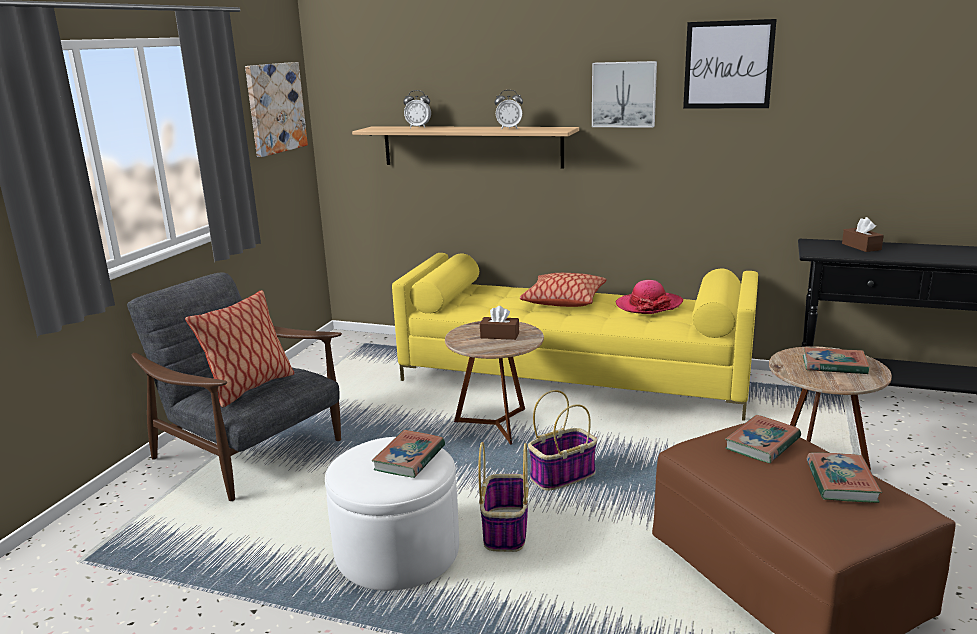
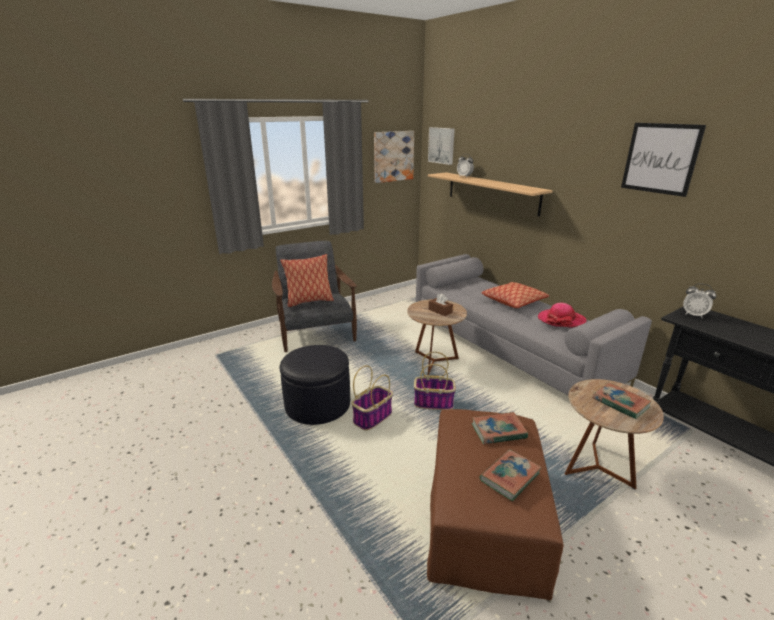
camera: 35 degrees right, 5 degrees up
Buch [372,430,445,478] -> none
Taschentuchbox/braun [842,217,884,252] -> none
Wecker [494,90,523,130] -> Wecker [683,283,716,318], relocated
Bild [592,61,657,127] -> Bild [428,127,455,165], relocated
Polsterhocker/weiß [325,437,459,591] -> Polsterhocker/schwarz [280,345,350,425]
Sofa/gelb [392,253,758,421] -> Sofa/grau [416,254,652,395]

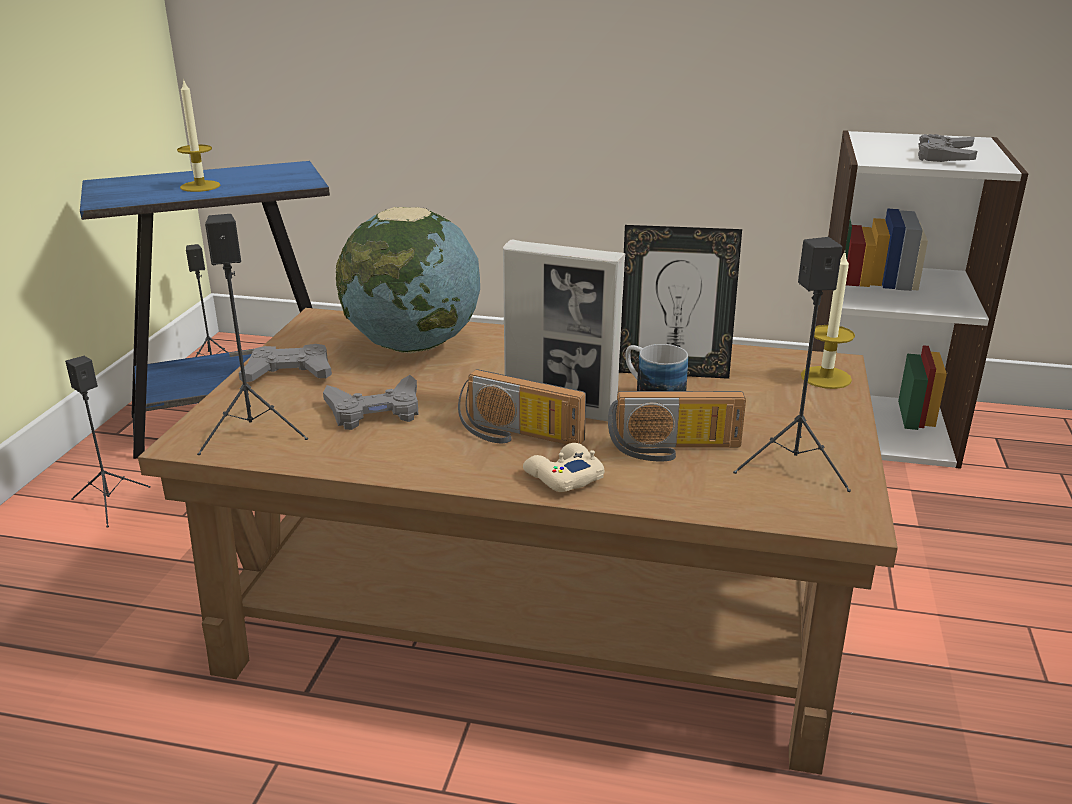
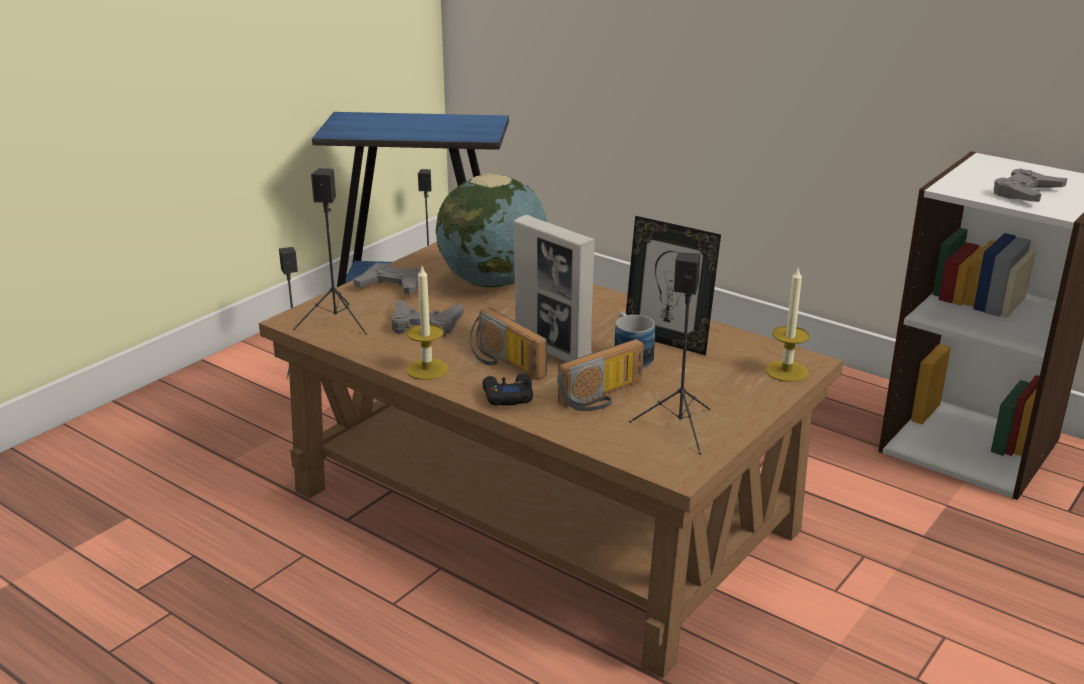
camera: 25 degrees right, 0 degrees up
Kerze [177,78,220,192] -> Kerze [406,266,448,380], relocated
Gamepad/beige [523,443,604,492] -> Gamepad/schwarz [482,374,533,406]
Radio [608,391,746,462] -> Radio [557,339,644,411], 60 degrees counterclockwise

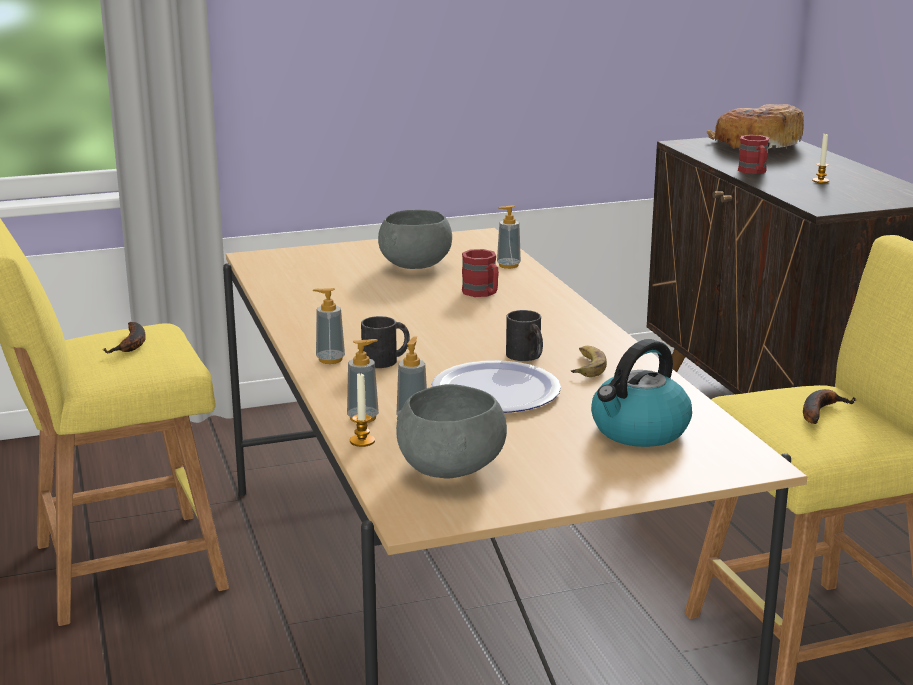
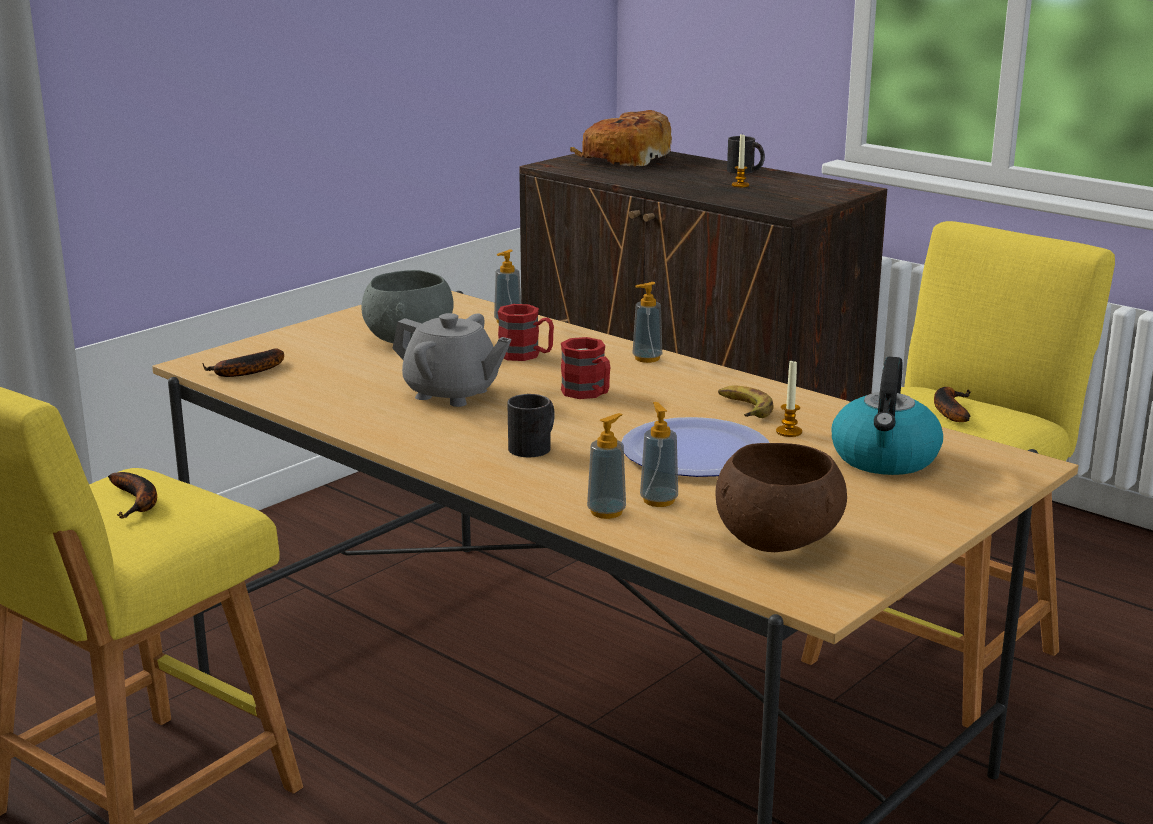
camera: 30 degrees left, 0 degrees up
none -> Banane [202,348,284,377]
none -> Teekanne/grau [392,313,511,407]
Seifenspender [313,288,345,364] -> Seifenspender [633,282,662,363], relocated
Kerze [350,372,375,447] -> Kerze [776,359,802,437], relocated
Henkelbecher/schwarz [506,310,543,361] -> Henkelbecher/schwarz [727,136,765,174], relocated
Henkelbecher/rot [738,135,769,174] -> Henkelbecher/rot [561,337,610,399], relocated
Schüssel/grau [396,384,507,478] -> Schüssel/braun [715,443,847,552]

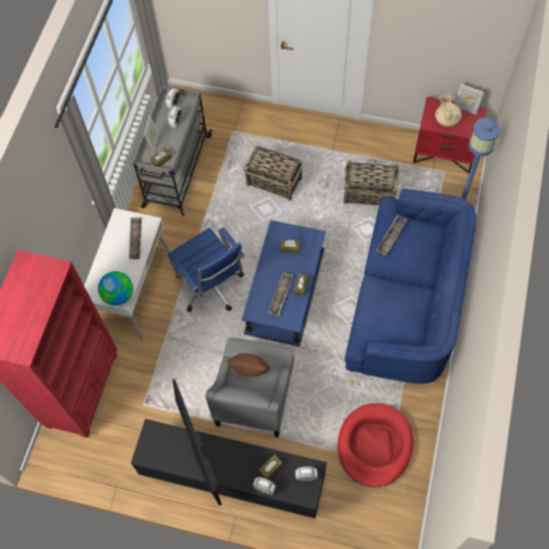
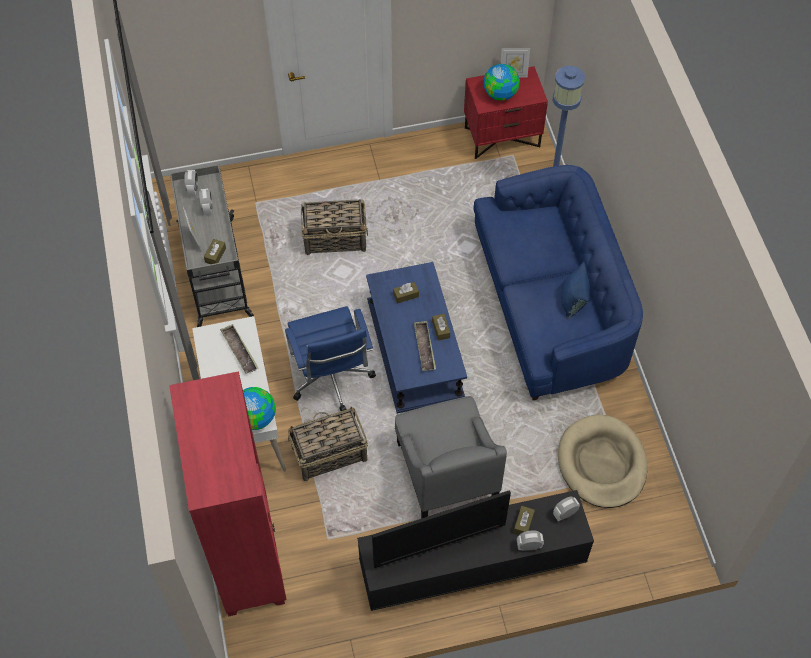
camera: 30 degrees left, 5 degrees down
Kissen/braun [226,354,270,376] -> none
Tablett [376,215,408,255] -> none
none -> Kissen/blau [561,262,590,319]
Korb [344,159,399,206] -> Korb [288,407,368,481], relocated
Teekanne/beige [435,95,462,127] -> Globus [484,64,520,101]
Hundebett/rot [338,404,414,487] -> Hundebett/beige [558,415,648,508]
Bürostuhl/blau [168,227,245,312] -> Bürostuhl/blau [285,306,376,411], 45 degrees clockwise
Fernseher [172,379,222,506] -> Fernseher [372,490,511,568], 120 degrees clockwise

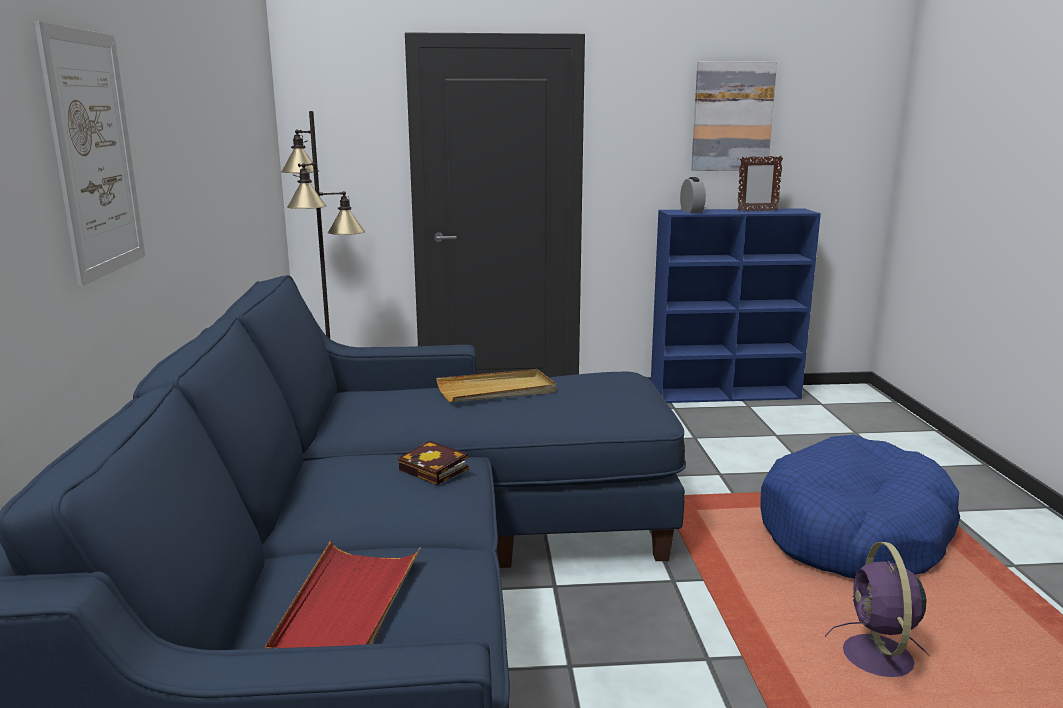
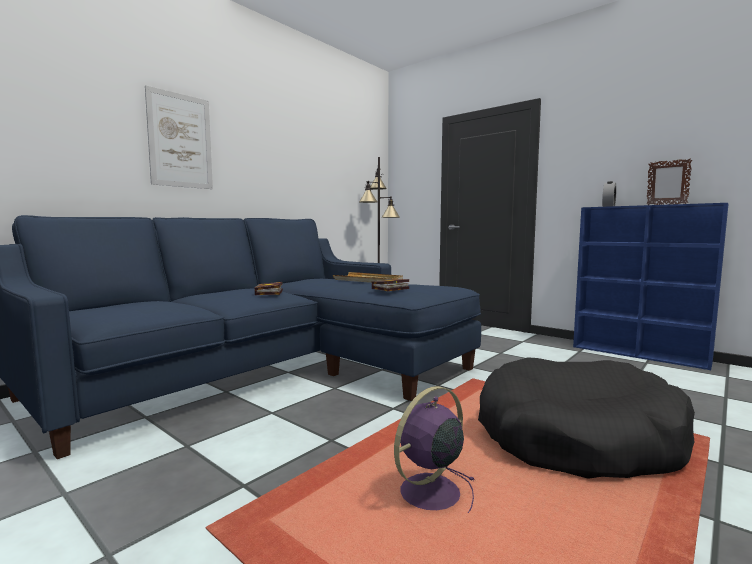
camera: 45 degrees right, 10 degrees down
Tablett/rot [265,541,421,649] -> none
Bild [691,61,777,171] -> none
none -> Buch [372,279,409,291]
Hundebett/blau [760,435,960,579] -> Hundebett/schwarz [478,357,695,479]

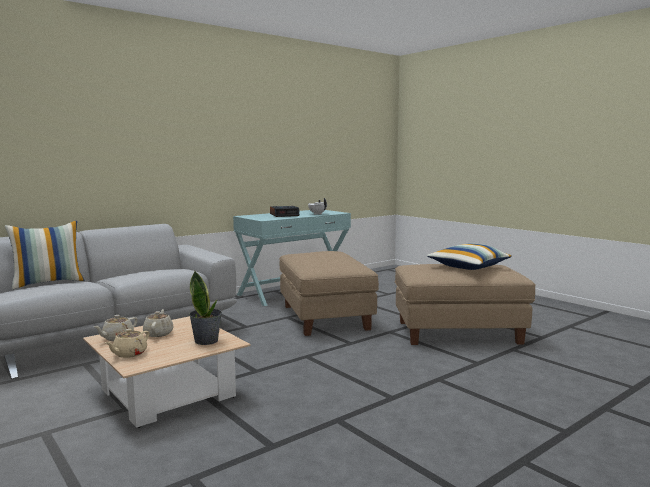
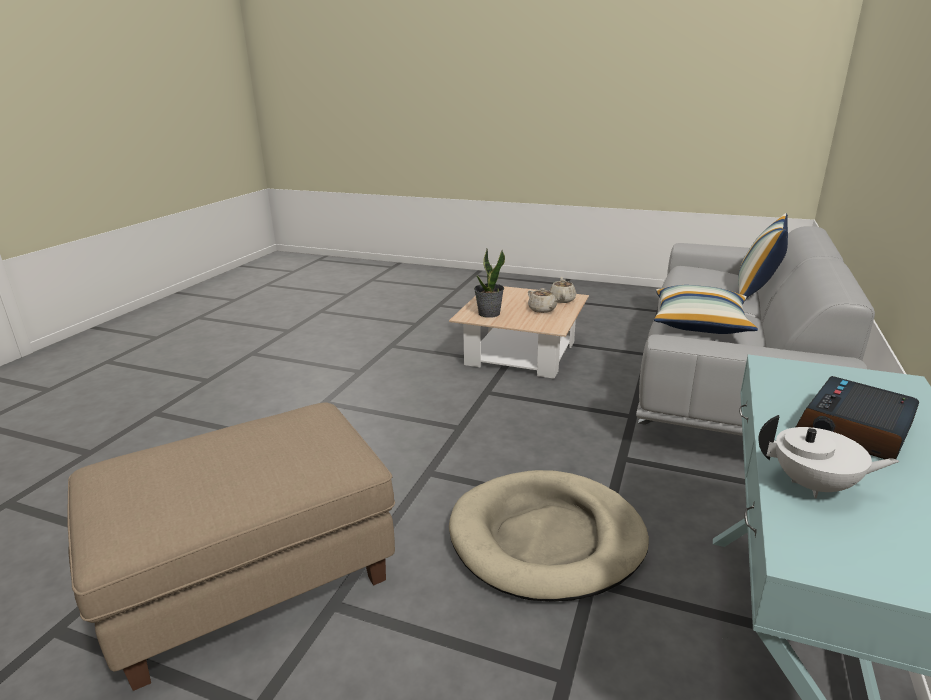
camera: 150 degrees right, 15 degrees up
Teekanne/beige [105,329,150,358] -> none
Kissen [427,243,512,270] -> Kissen [654,285,758,334], relocated
Polsterhocker/beige [279,251,379,336] -> Hundebett/beige [449,470,649,602]

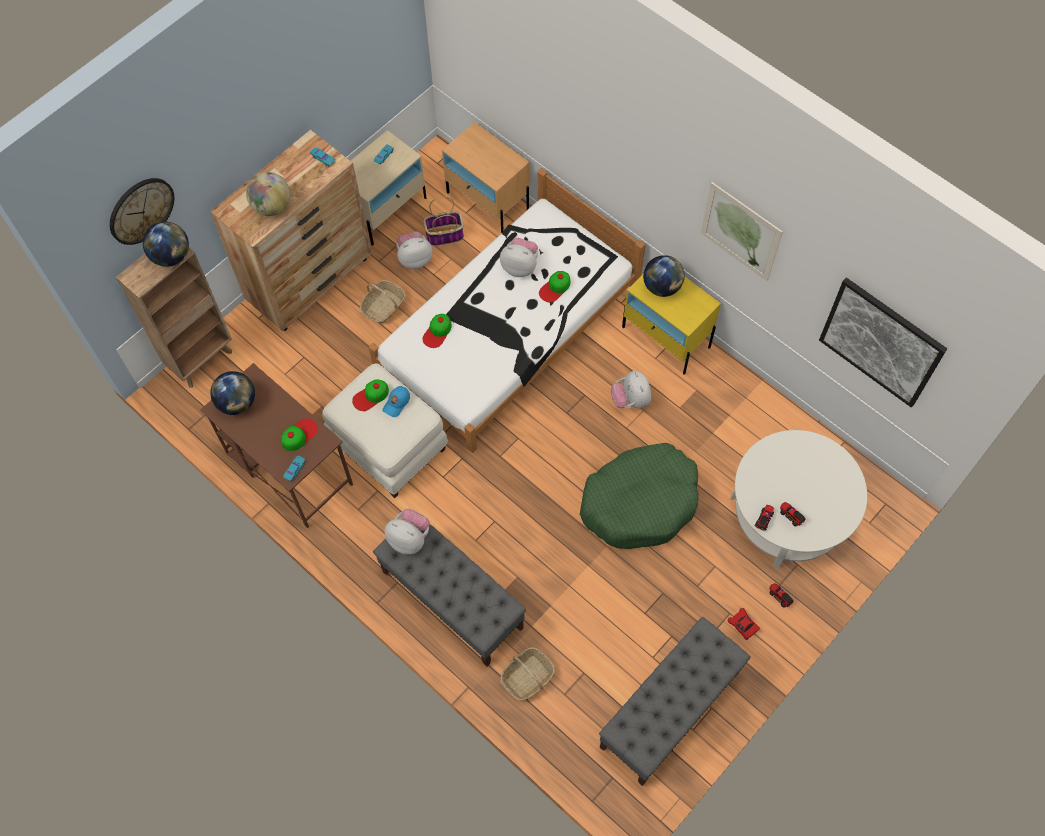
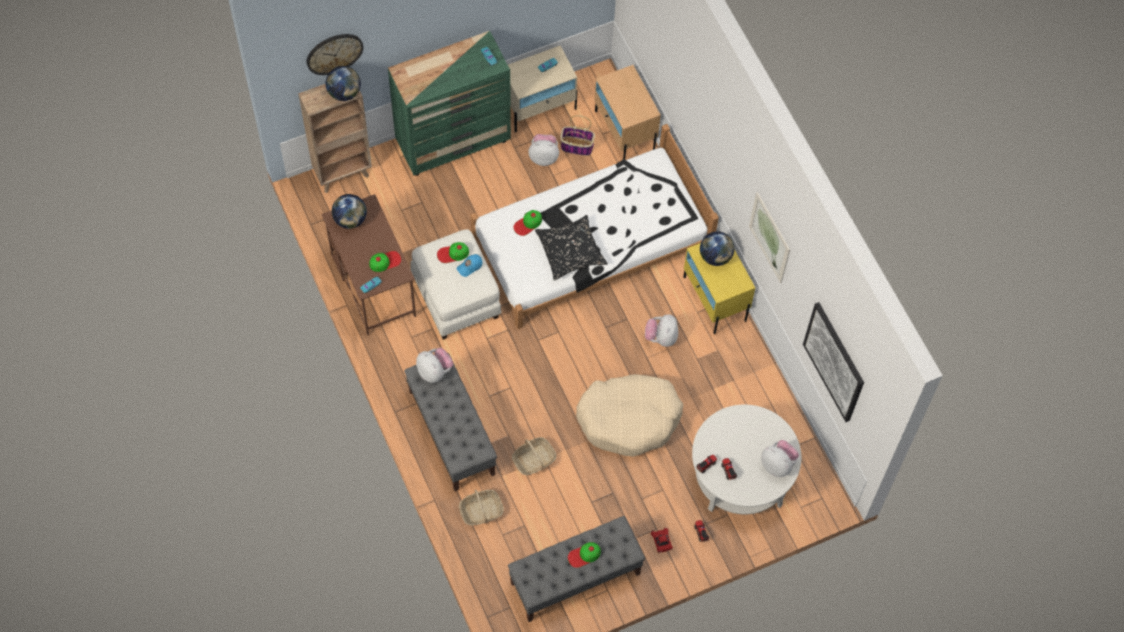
camera: 20 degrees right, 0 degrees up
Globus [246,172,290,216] -> none
none -> Kissen/schwarz [535,215,608,281]
Korb [360,280,406,324] -> Korb [512,437,556,475], relocated
Plüschtier [500,238,538,277] -> Plüschtier [761,440,799,477], relocated
Kappe [539,271,571,302] -> Kappe [568,542,601,568], relocated
Kommode/braun [210,130,372,331] -> Kommode/grün [388,31,511,176]
Hundebett/grün [580,443,699,549] -> Hundebett/beige [576,374,683,457]

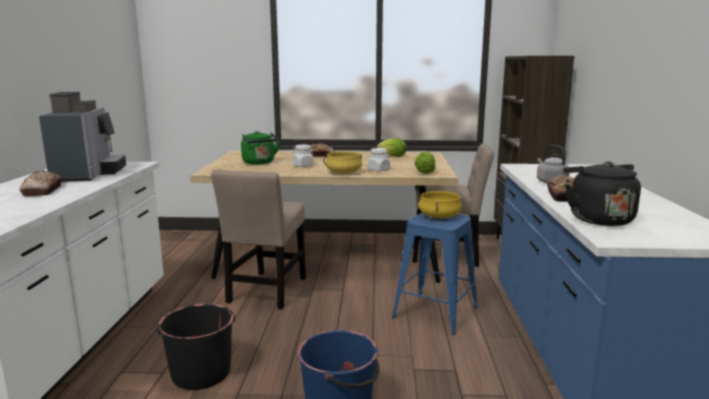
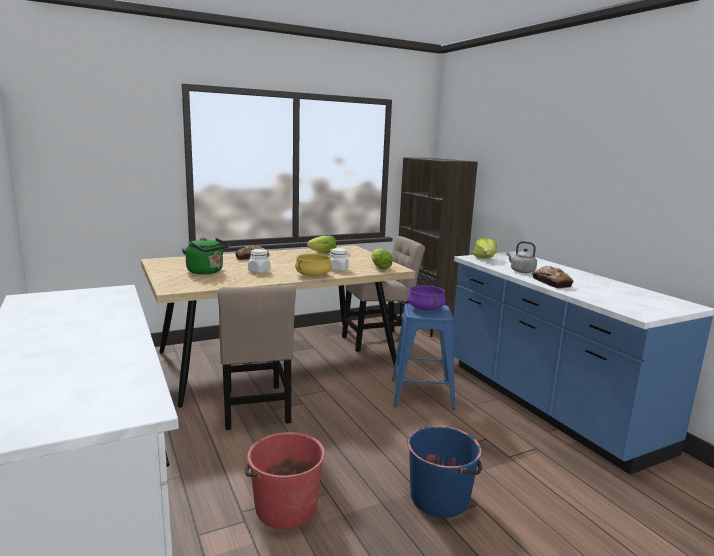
camera: 30 degrees left, 0 degrees up
Brot [20,170,62,196] -> none
Kaffeemaschine [39,92,126,182] -> none
Wasserkessel/schwarz [563,162,641,226] -> none
none -> Salatkopf [473,238,497,259]
Eimer/schwarz [156,304,236,390] -> Eimer/rot [244,432,325,529]
Kochtopf/gelb [419,191,462,218] -> Kochtopf/lila [408,285,446,310]

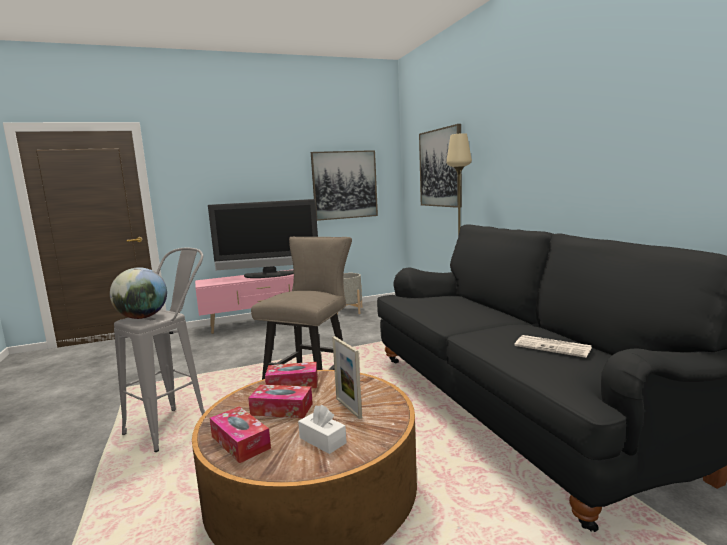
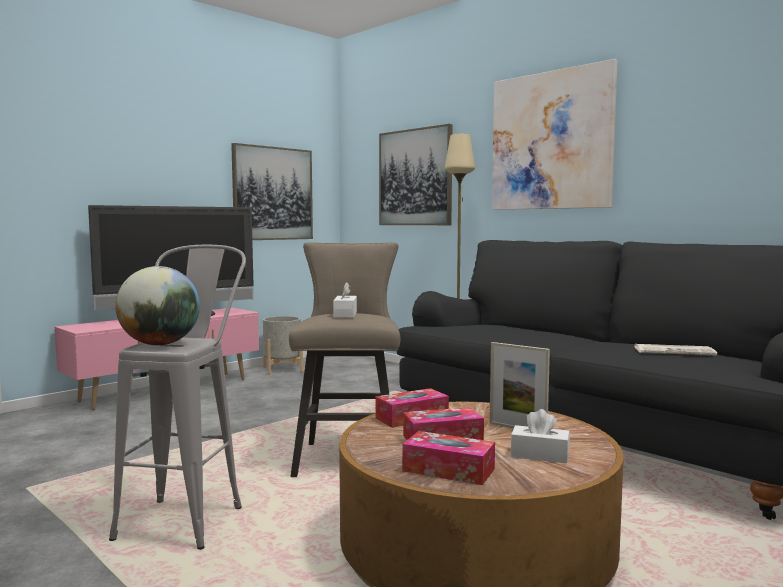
camera: 25 degrees left, 5 degrees down
none -> Taschentuchbox/weiß [333,282,357,317]
none -> Bild [492,59,618,210]

